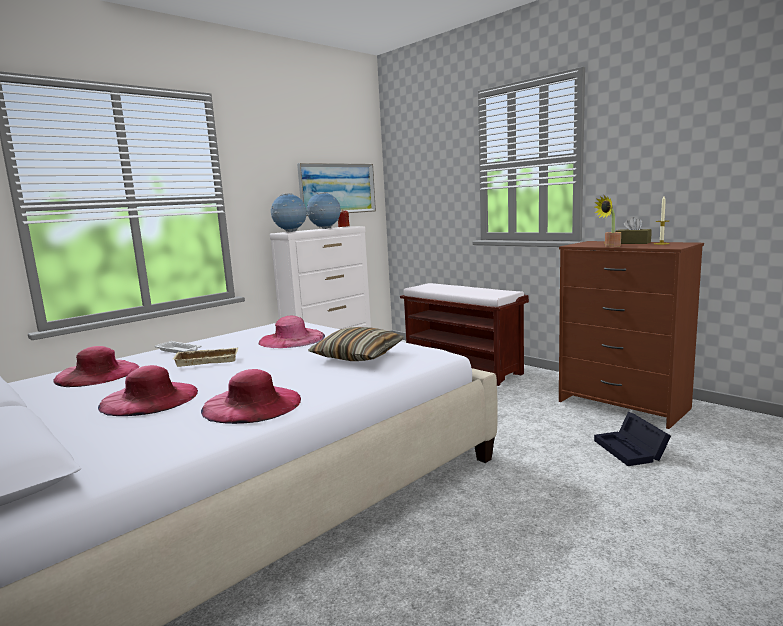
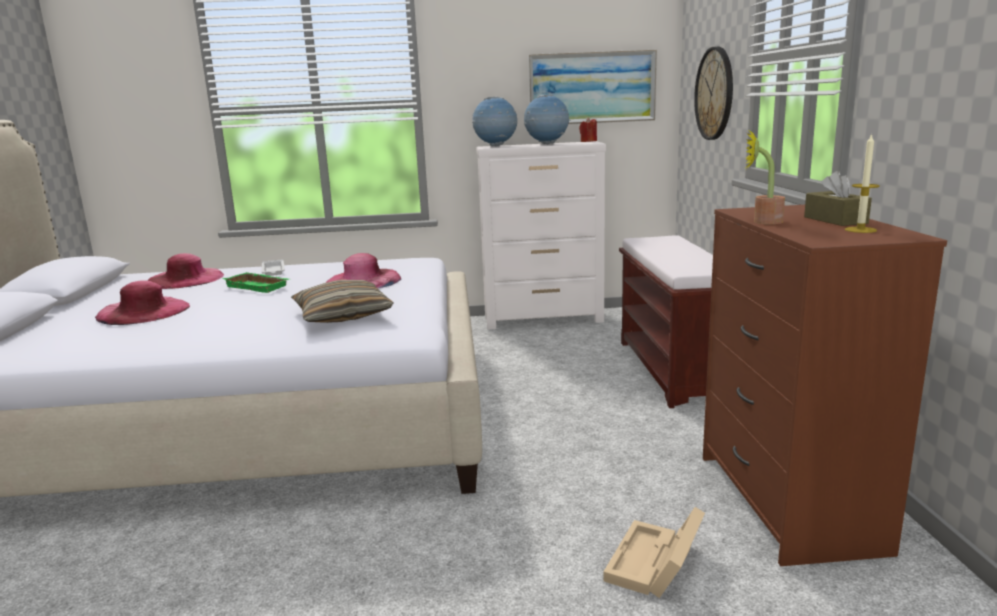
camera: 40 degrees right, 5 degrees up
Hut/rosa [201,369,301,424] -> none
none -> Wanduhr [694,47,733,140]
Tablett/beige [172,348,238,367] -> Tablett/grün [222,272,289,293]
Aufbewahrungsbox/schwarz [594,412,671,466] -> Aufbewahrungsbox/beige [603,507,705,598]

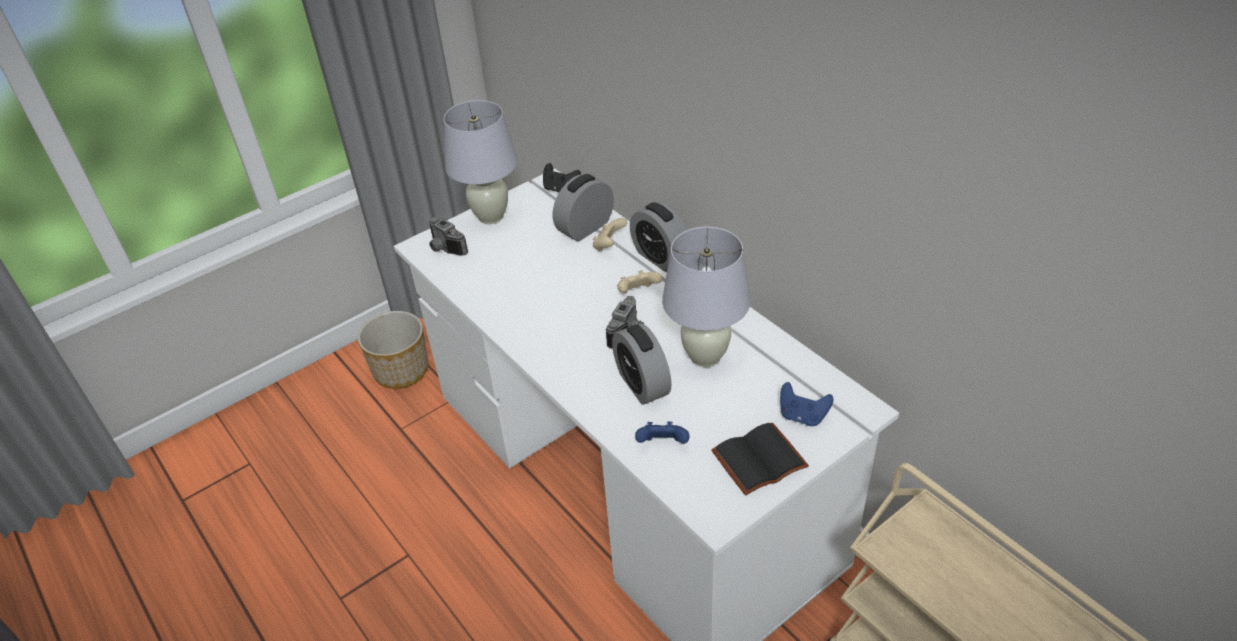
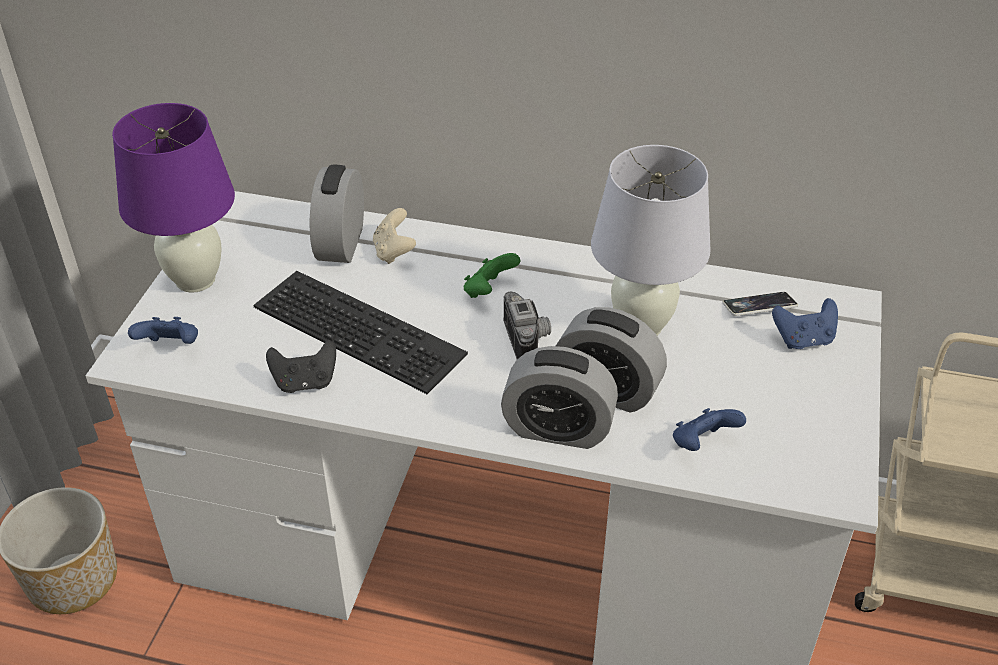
camera: 40 degrees left, 0 degrees up
Buch/schwarz [711,422,809,496] -> none
none -> Tastatur [254,271,468,394]
none -> Handy [723,292,798,316]
Gamepad/schwarz [543,163,581,192] -> Gamepad/schwarz [266,340,336,393], relocated
Wecker [630,202,687,272] -> Wecker [501,346,618,449], relocated
Kamera [429,217,468,256] -> Gamepad/blau [128,317,198,344]
Tischlampe/weiß [444,100,518,224] -> Tischlampe/lila [112,103,235,293]
Gamepad/beige [617,270,662,293] -> Gamepad/grün [464,253,520,298]

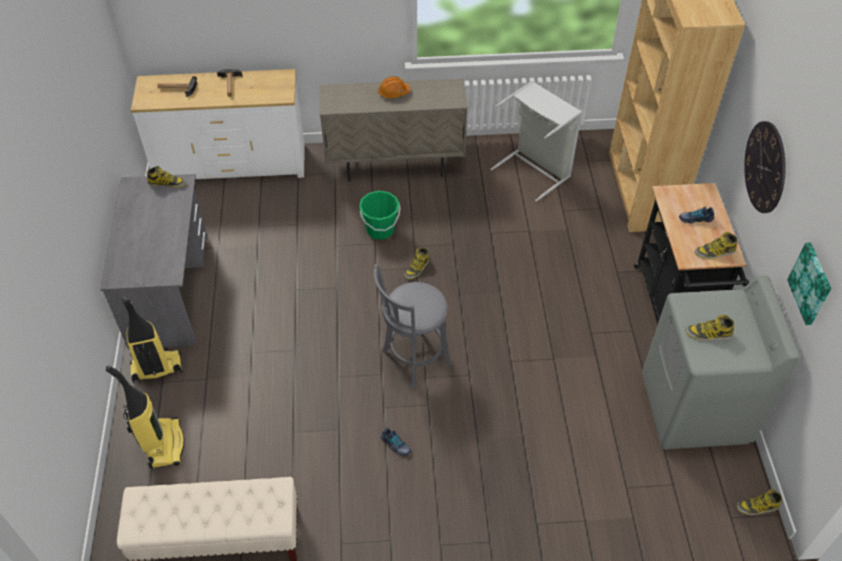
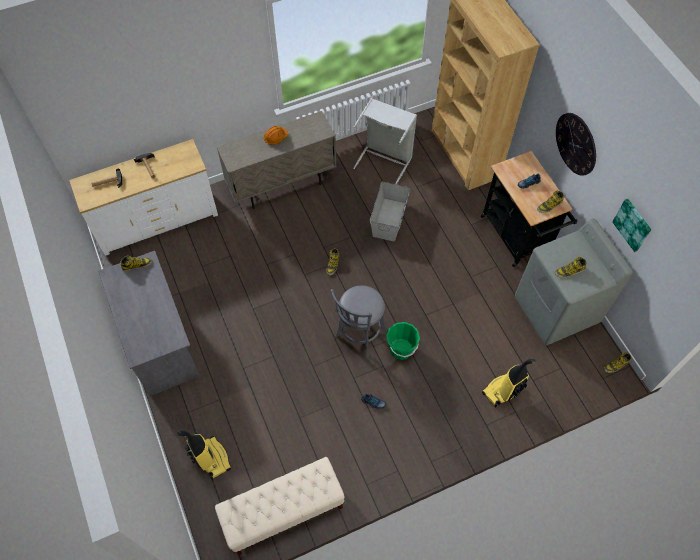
camera: 20 degrees left, 10 degrees up
none -> Aufbewahrungsbox/grau [370,182,411,242]
Staubsauger [122,297,182,383] -> Staubsauger [482,359,535,408], relocated
Eimer/grün [359,191,400,240] -> Eimer/grün [386,322,420,360], relocated

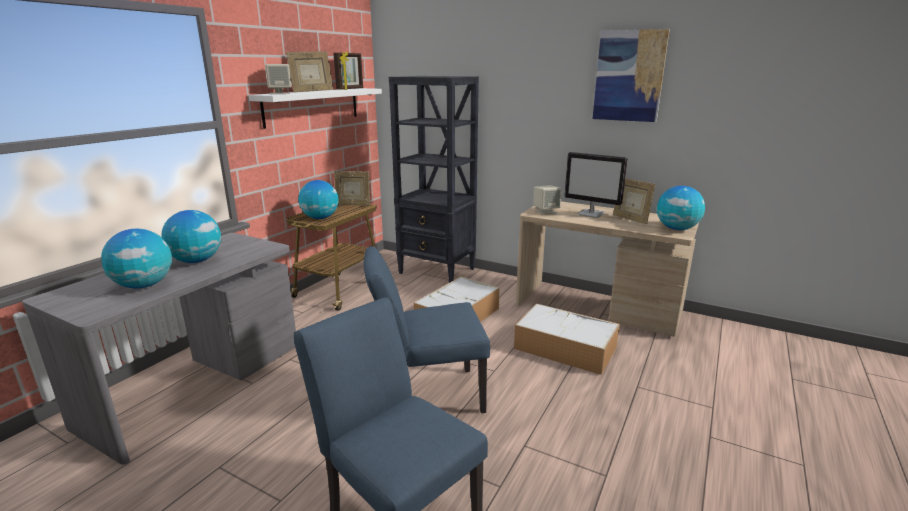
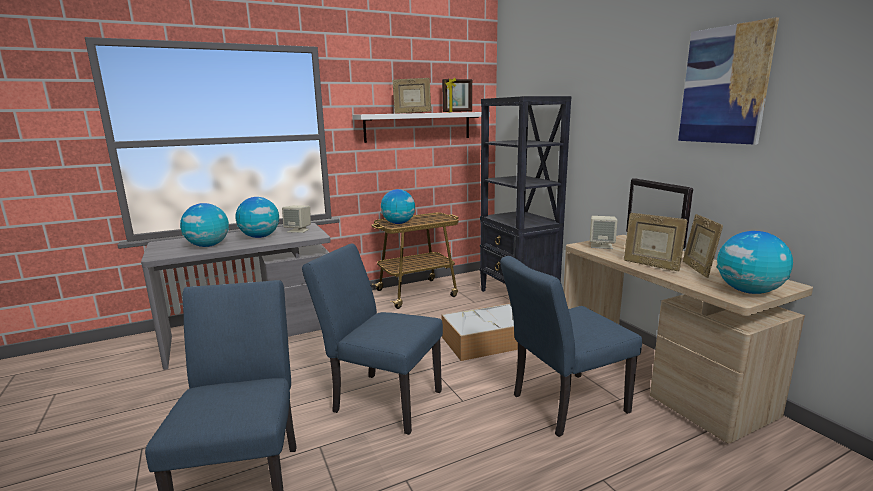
camera: 35 degrees right, 5 degrees down
Lautsprecher/beige [265,64,292,94] -> Lautsprecher/beige [282,205,311,233], relocated
Bilderrahmen [334,171,370,206] -> Bilderrahmen [624,213,687,271], relocated
Aufbewahrungsbox [514,304,620,375] -> Stuhl/blau [500,256,642,437]

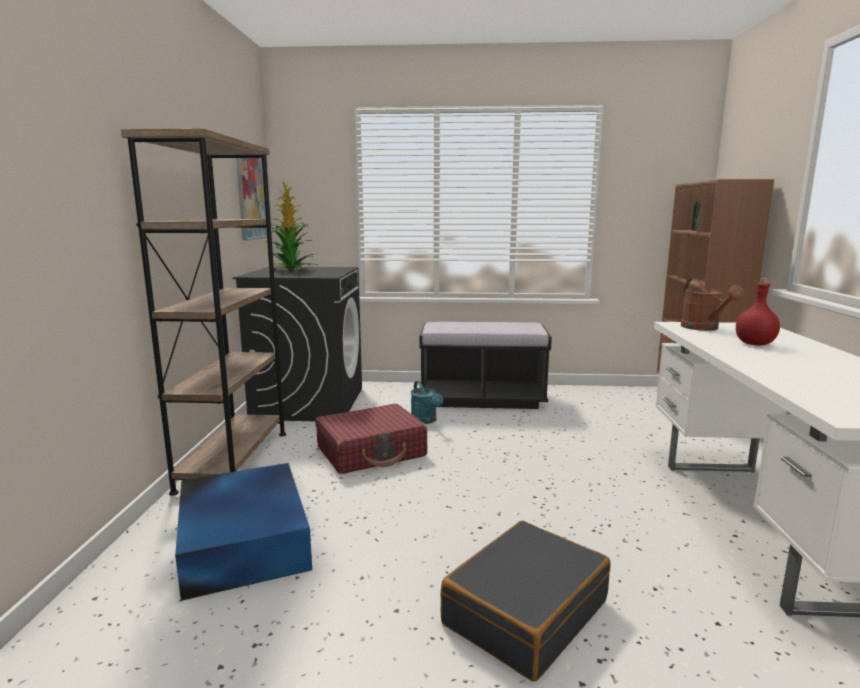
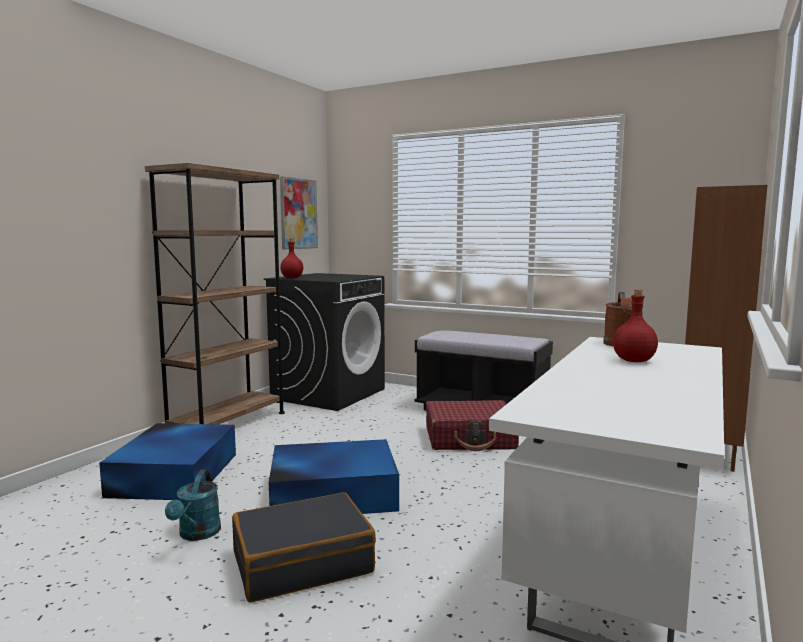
camera: 25 degrees right, 5 degrees down
Topfpflanze [263,182,319,270] -> none
none -> Aufbewahrungsbox/blau [269,439,399,514]
none -> Flasche/rot [280,239,303,278]
Koffer/rot [316,404,427,474] -> Koffer/rot [426,400,519,451], relocated
Gießkanne/türkis [411,381,443,424] -> Gießkanne/türkis [165,470,221,541], relocated

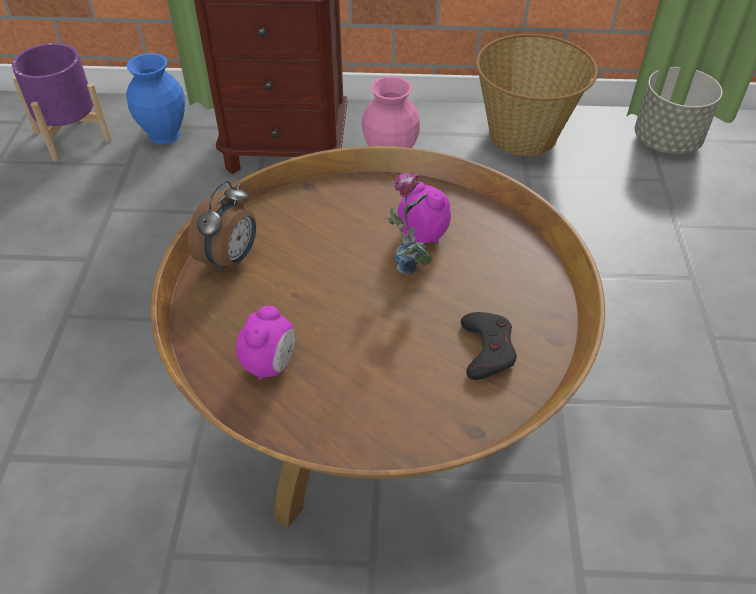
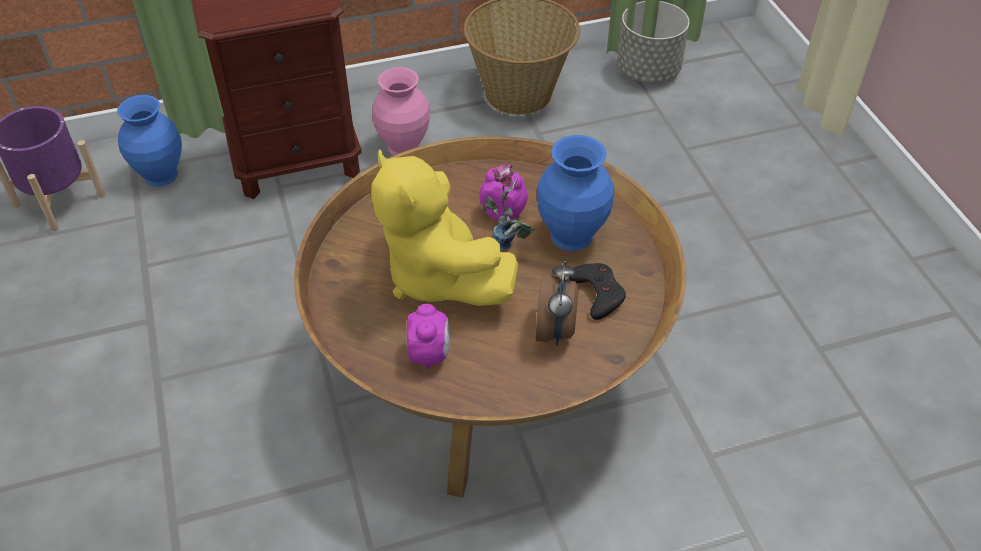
camera: 20 degrees left, 0 degrees up
none -> Plüschtier/gelb [371,149,518,306]
none -> Vase/blau [537,135,614,251]
Wecker [187,181,256,272] -> Wecker [536,261,579,345], relocated

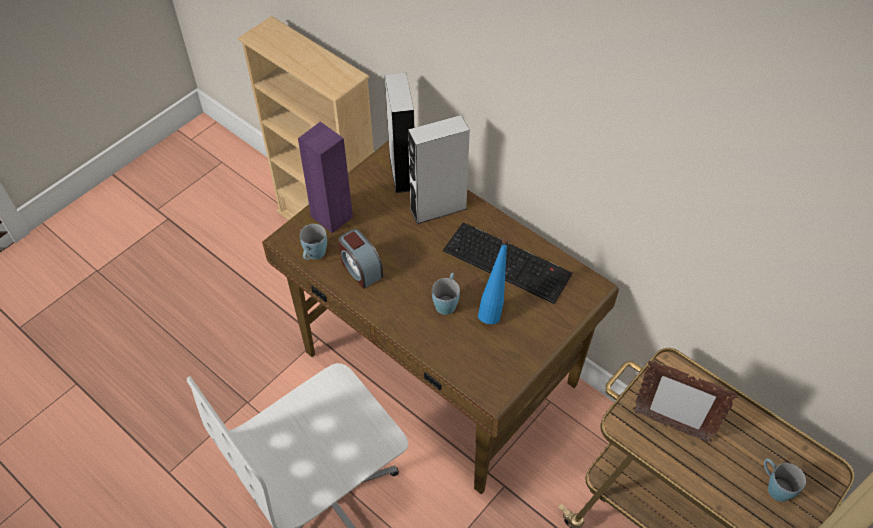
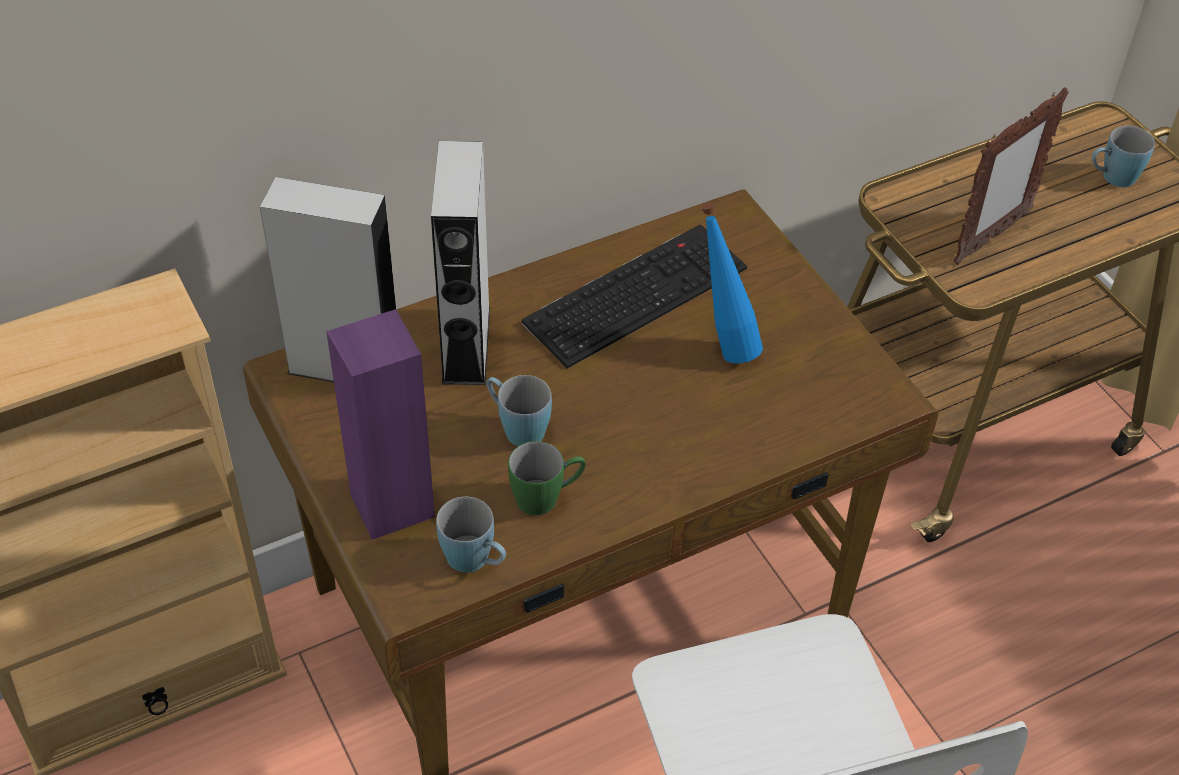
camera: 70 degrees left, 5 degrees down
Henkelbecher/blau [432,273,460,315] -> Henkelbecher/blau [486,375,552,446], relocated
Wecker [338,229,383,289] -> Henkelbecher/grün [508,441,586,515]

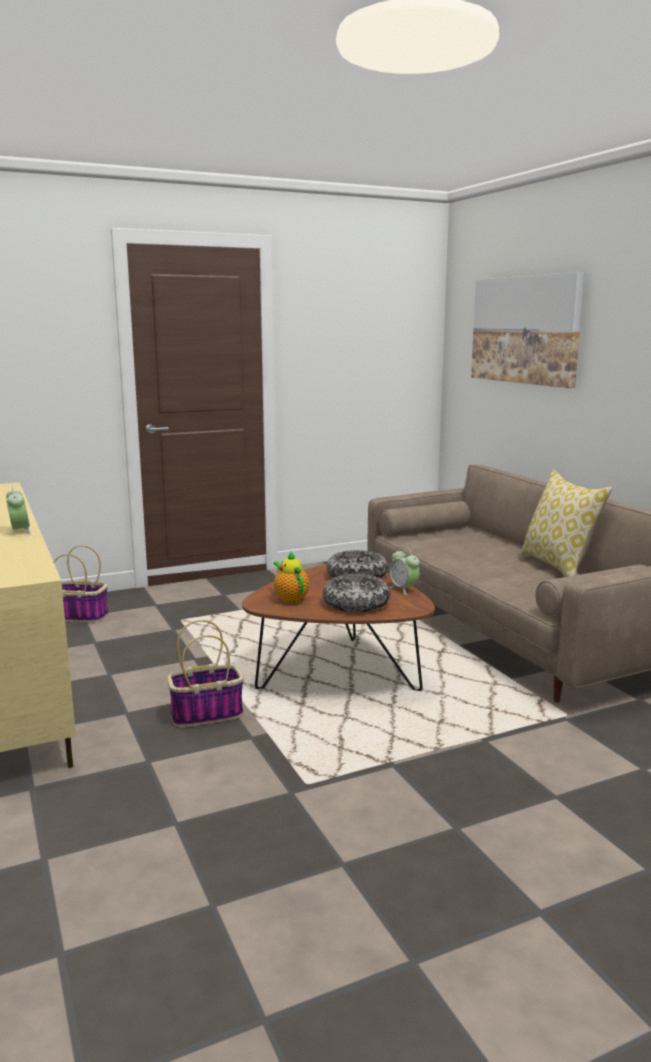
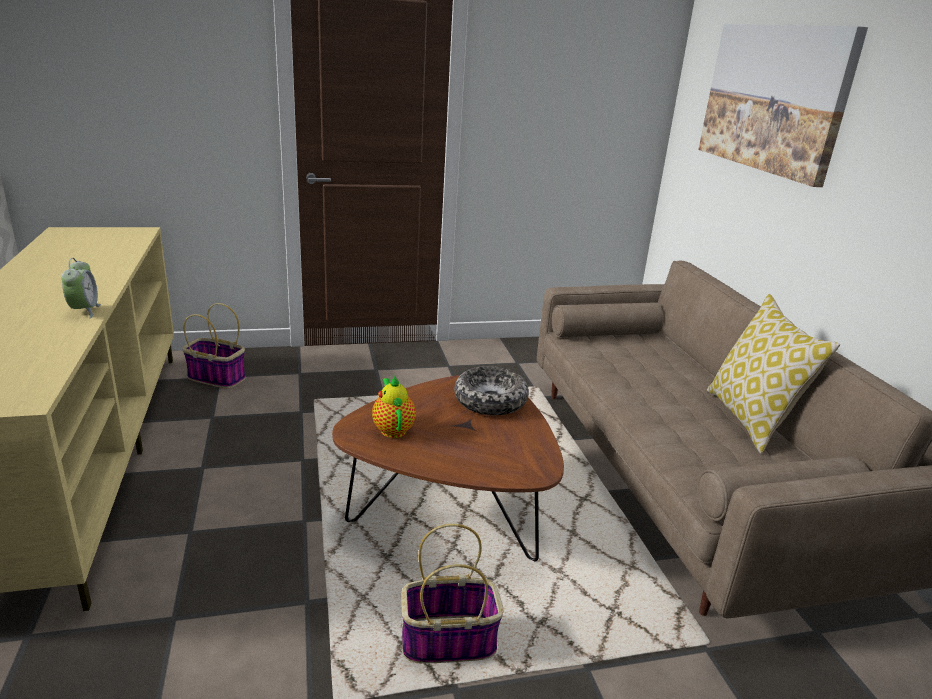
camera: 10 degrees right, 10 degrees up
Schüssel [323,574,391,612] -> none
Wecker [389,548,419,595] -> none
Korb [167,620,244,727] -> Korb [401,524,504,663], relocated

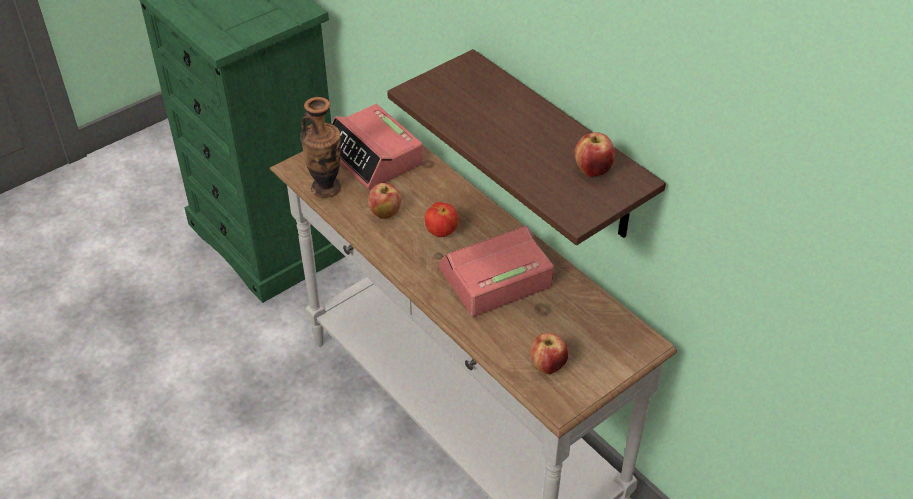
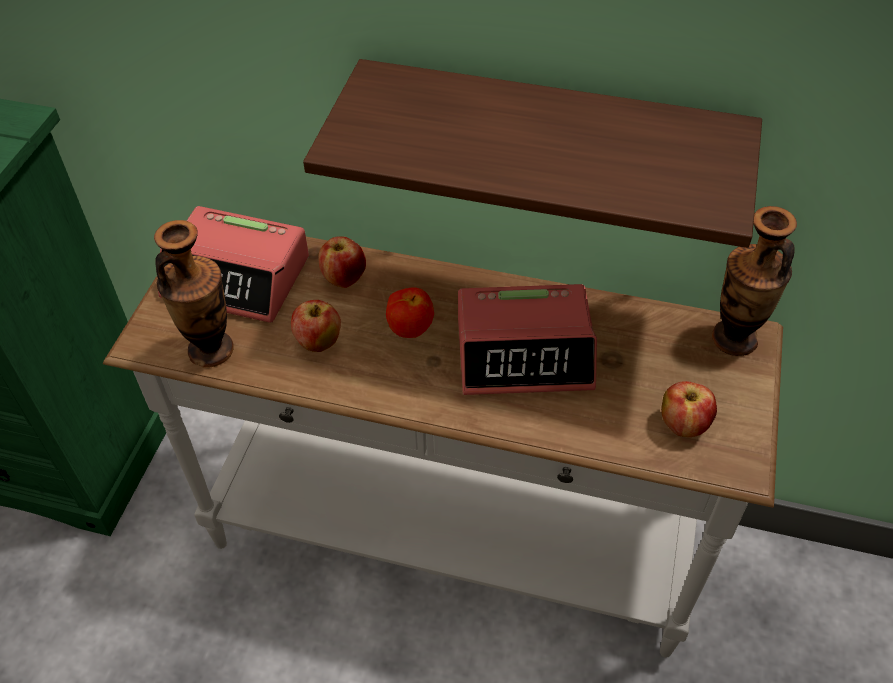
camera: 35 degrees left, 5 degrees up
none -> Vase [712,206,797,356]
Apfel [575,132,615,177] -> Apfel [318,236,366,288], relocated
Wecker [438,226,554,316] -> Wecker [458,284,597,395], 120 degrees counterclockwise

